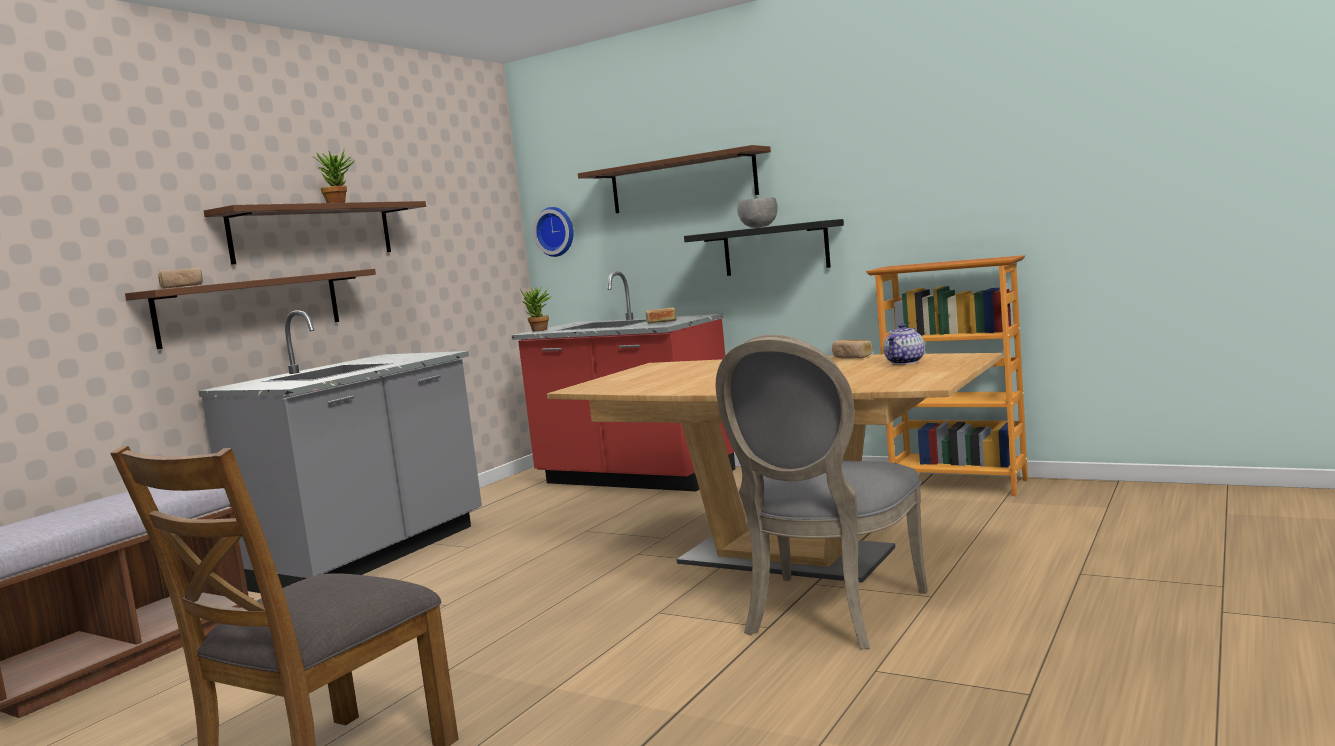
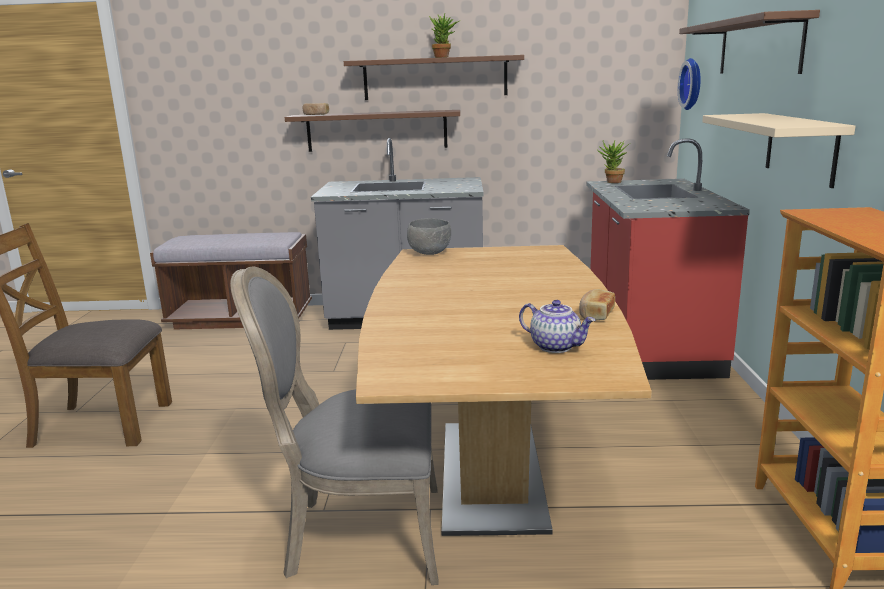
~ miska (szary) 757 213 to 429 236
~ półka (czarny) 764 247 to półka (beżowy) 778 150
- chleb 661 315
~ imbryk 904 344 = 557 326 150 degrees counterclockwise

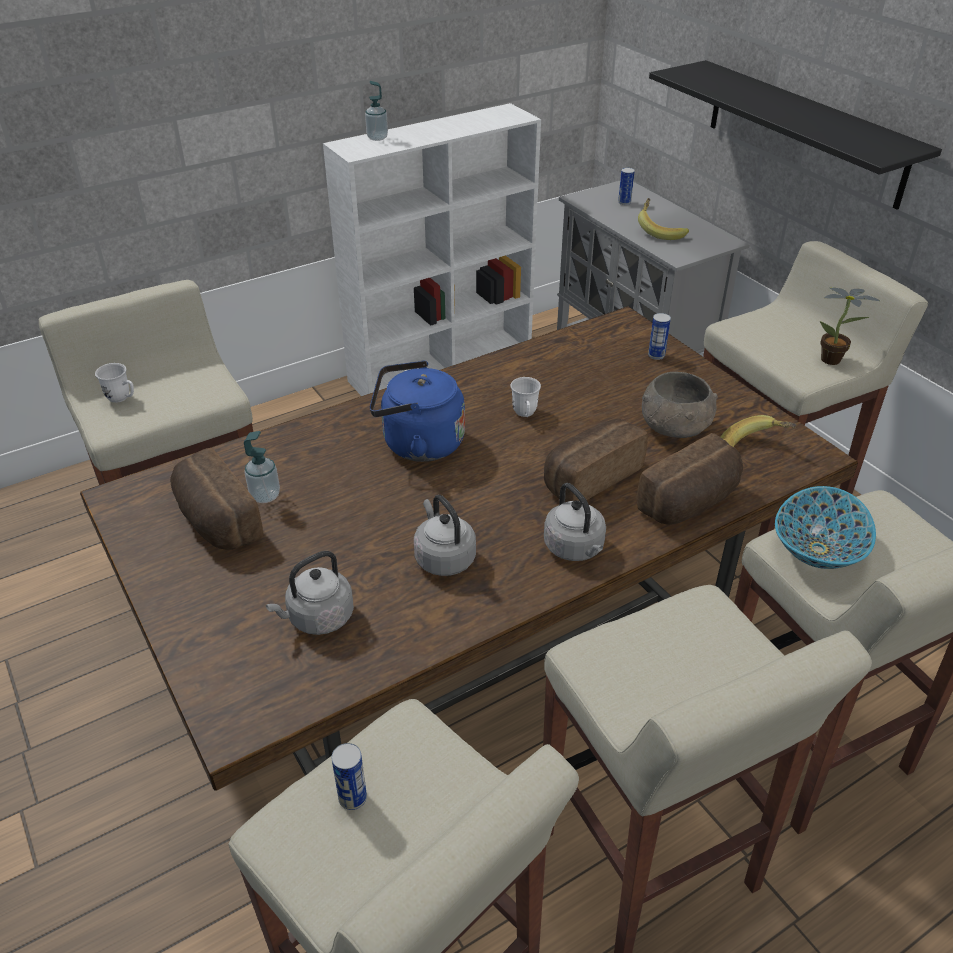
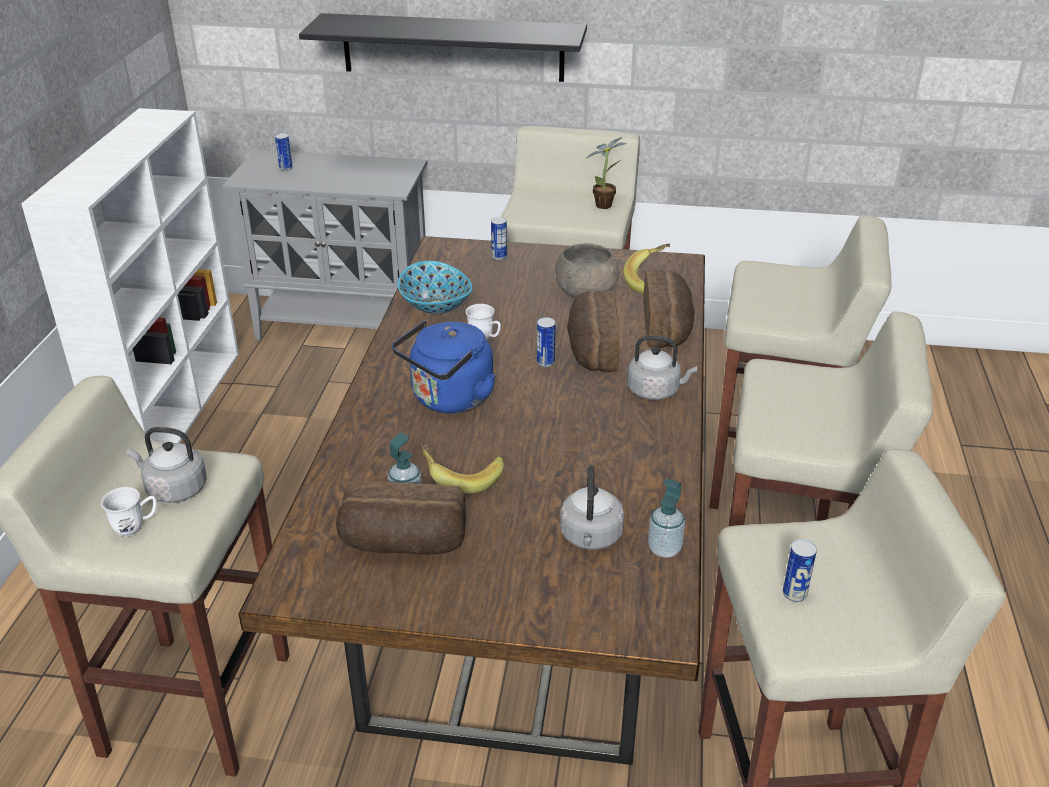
~ dozownik mydła 376 111 to 666 518
~ banan 663 219 to 462 467
~ miska 825 527 to 435 287
~ czajnik (szary) 445 535 to 167 465
+ puszka 546 342

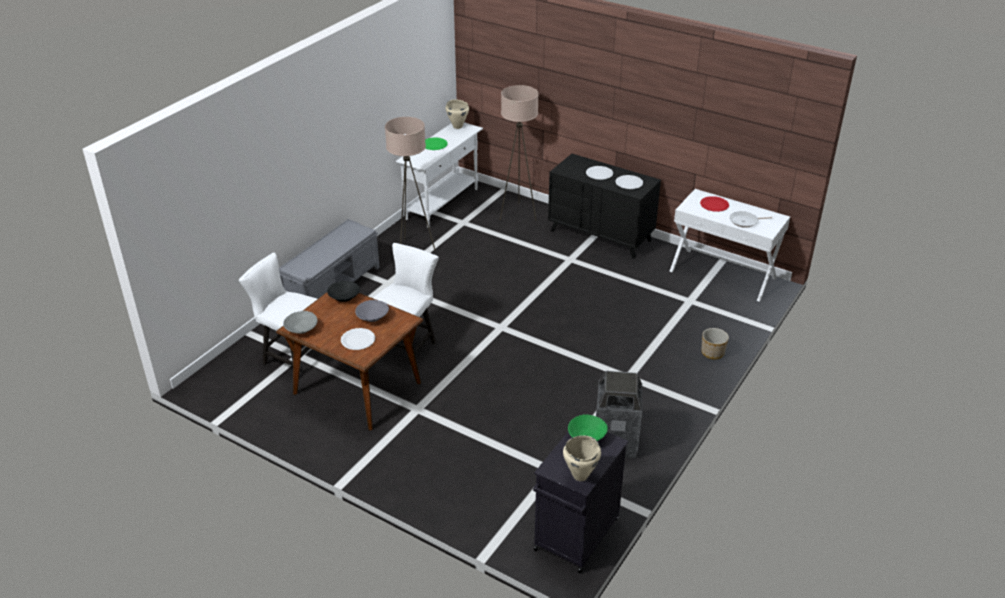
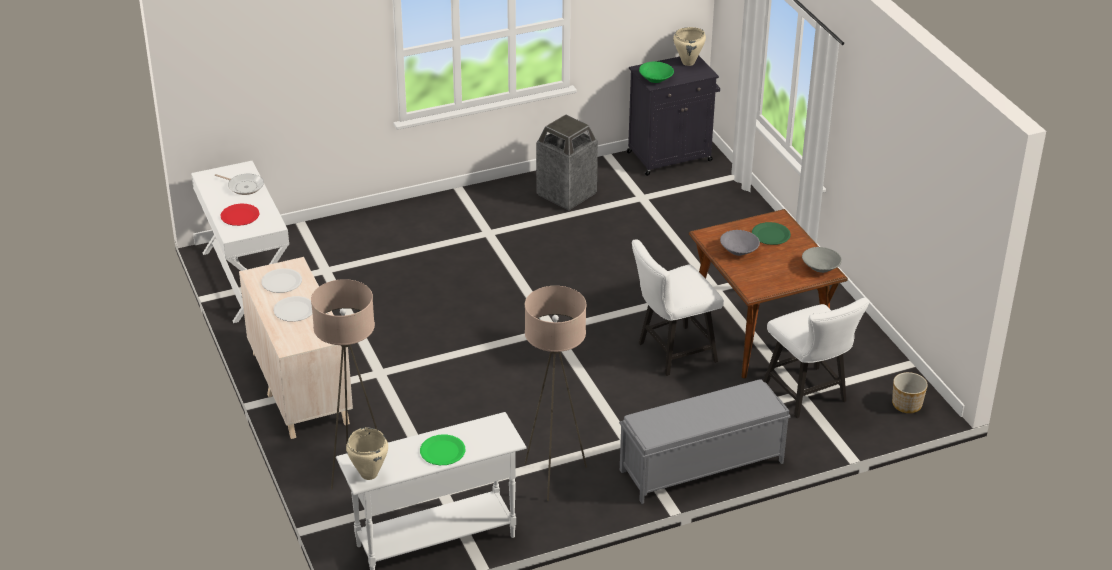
~ komoda (czarny) 604 206 to komoda (beżowy) 296 348
- miska (czarny) 343 291
~ talerz (biały) 358 339 to talerz (zielony) 771 233
~ donica 715 343 to 910 392

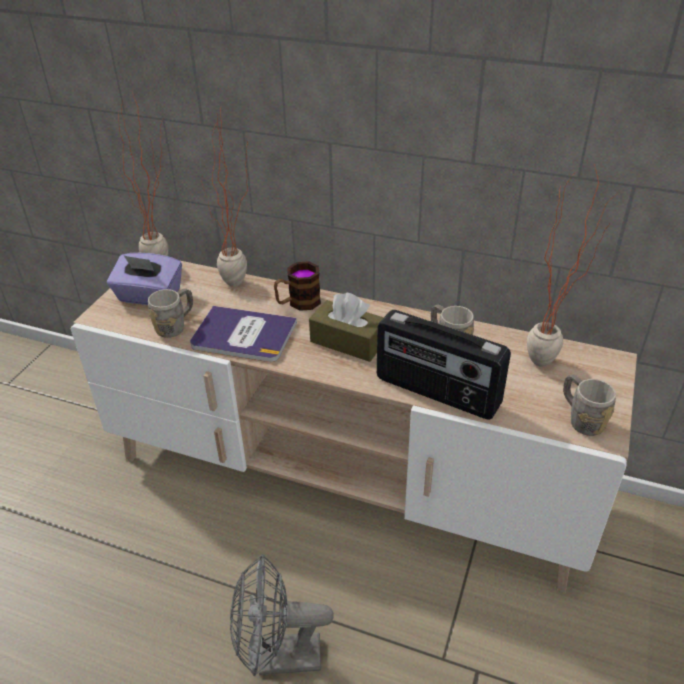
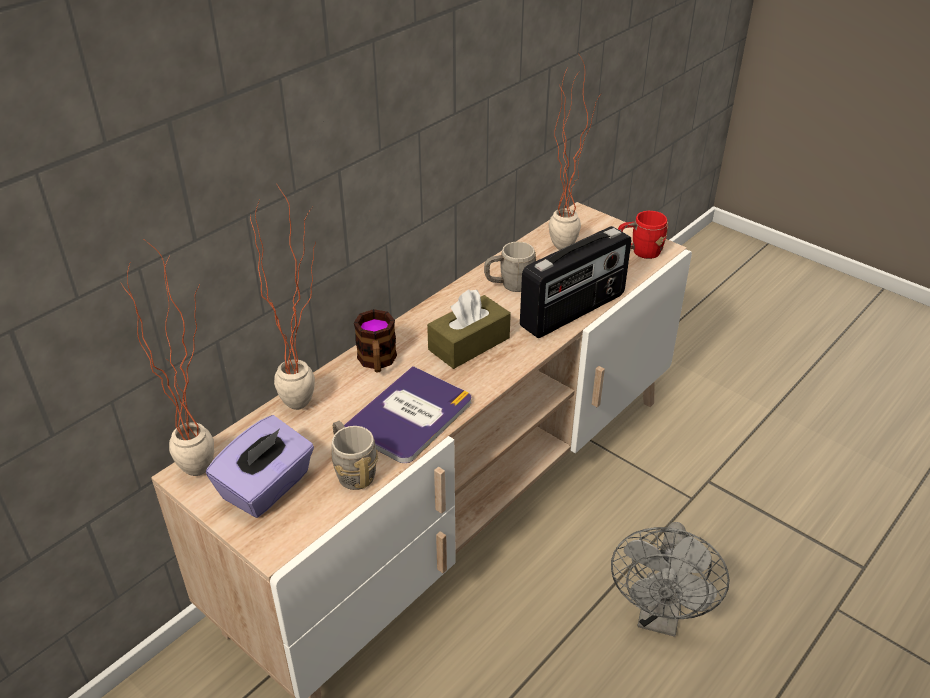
~ kubek (szary) 589 405 to kubek (czerwony) 643 235

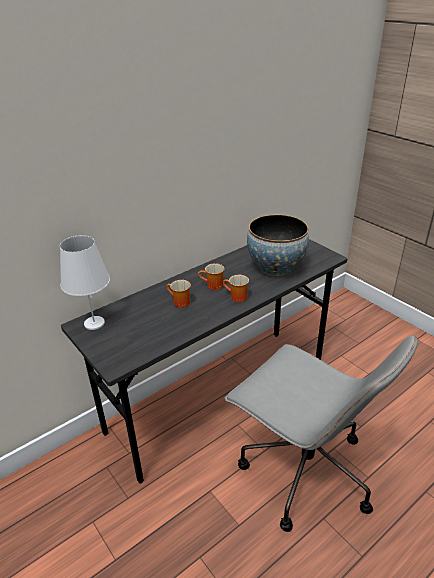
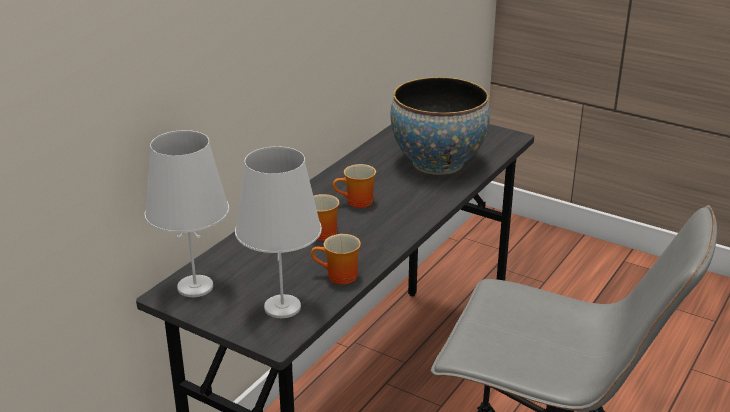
~ kubek 236 288 to 336 259
+ lampa stołowa (biały) 278 232

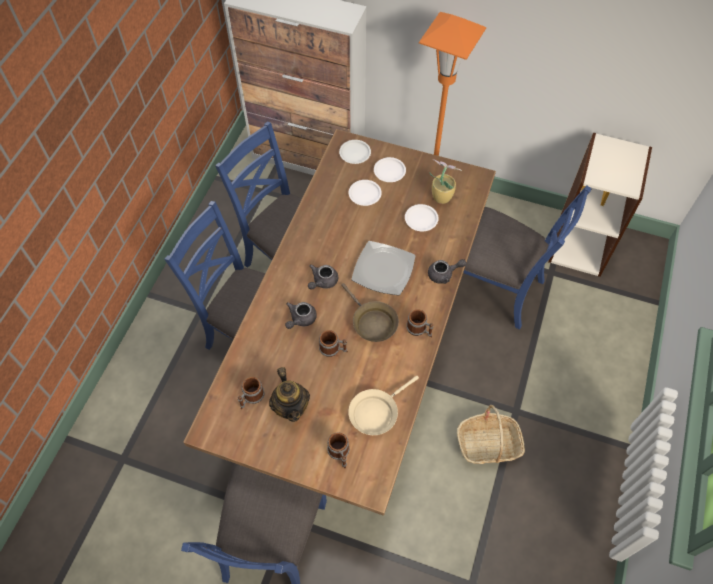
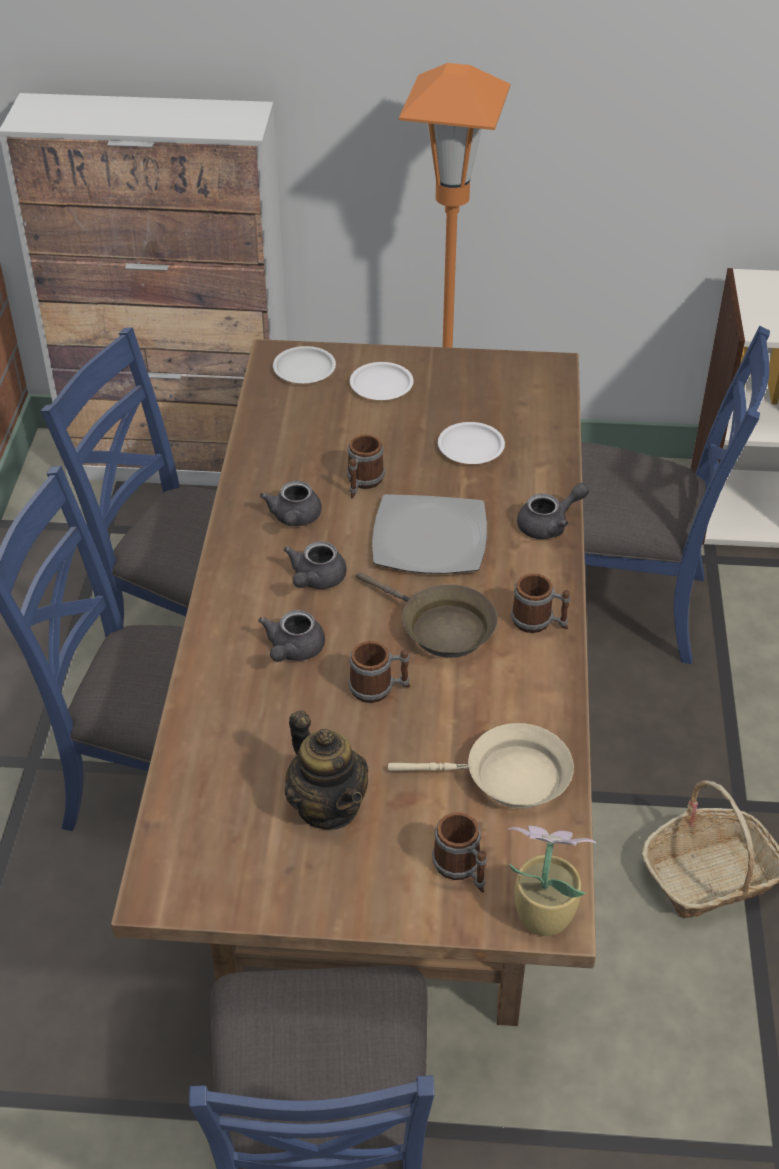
~ roślina doniczkowa 445 181 to 552 881
- talerz (biały) 365 193
~ patelnia (beżowy) 383 405 = 481 766 120 degrees counterclockwise
~ kubek 251 393 to 366 466
+ imbryk (szary) 290 503

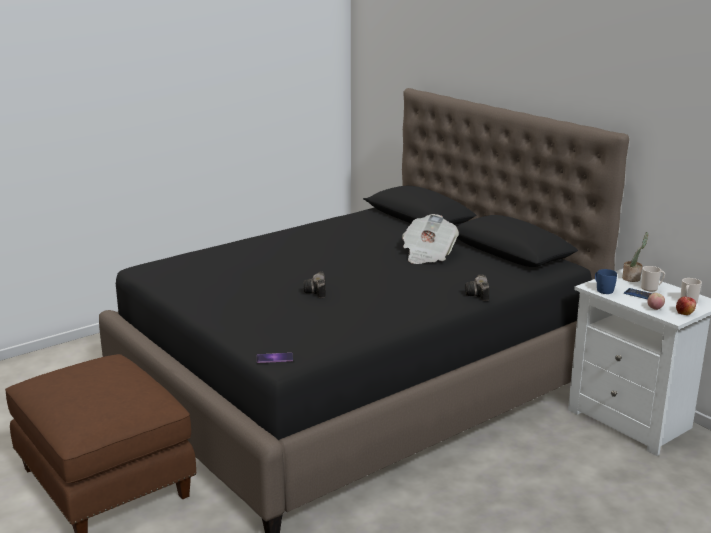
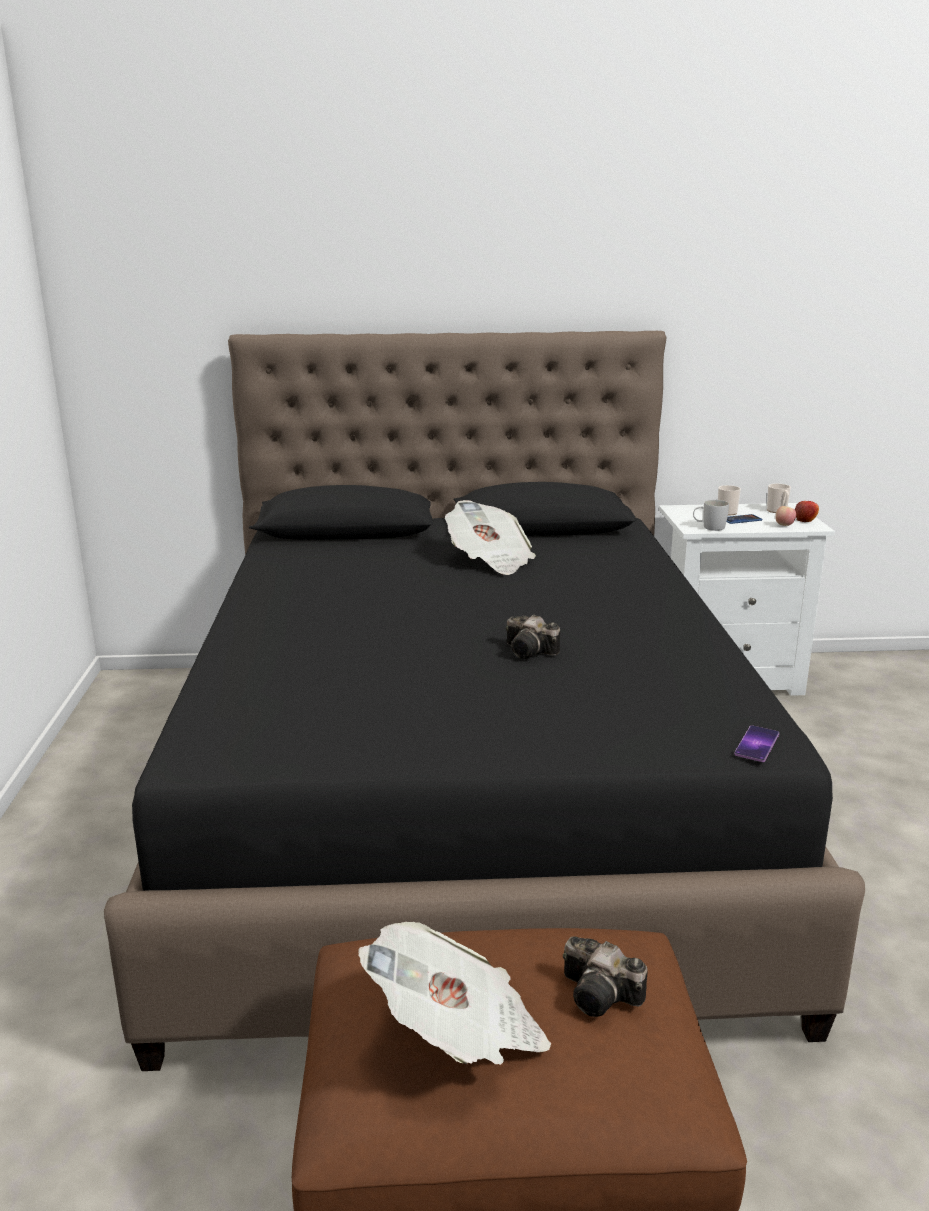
- roślina doniczkowa 635 257
~ kubek (niebieski) 606 281 to kubek (biały) 711 515
~ aparat fotograficzny 477 287 to 605 976
+ gazeta 454 993

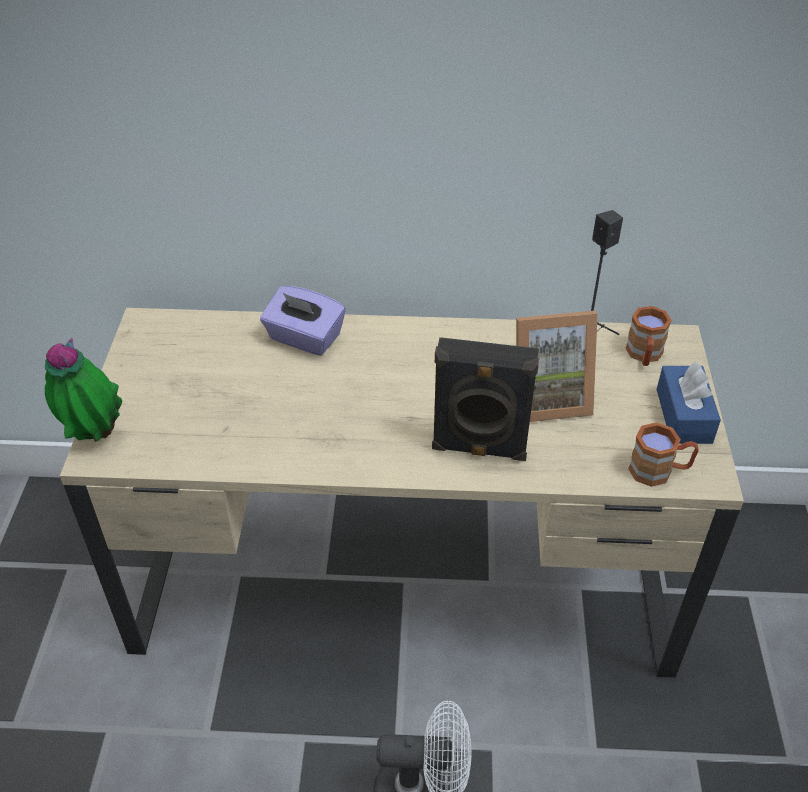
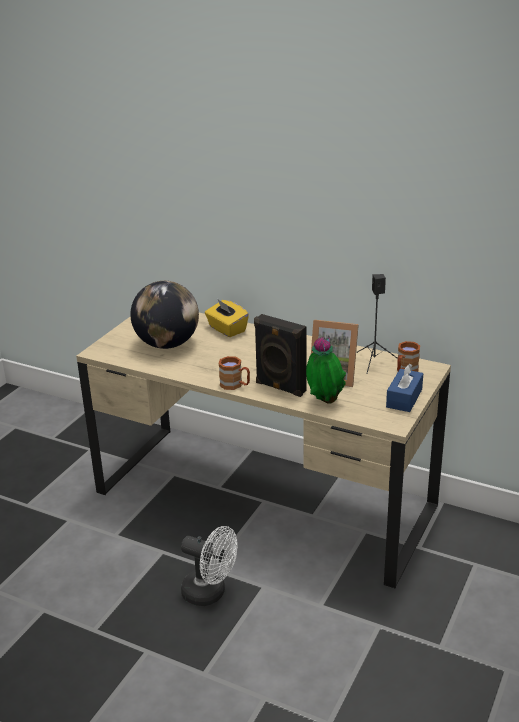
~ pudełko chusteczek (fioletowy) 303 321 to pudełko chusteczek (żółty) 227 318
~ roślina doniczkowa 83 390 to 326 370
~ kubek (brązowy) 663 454 to 234 373
+ globus 164 315

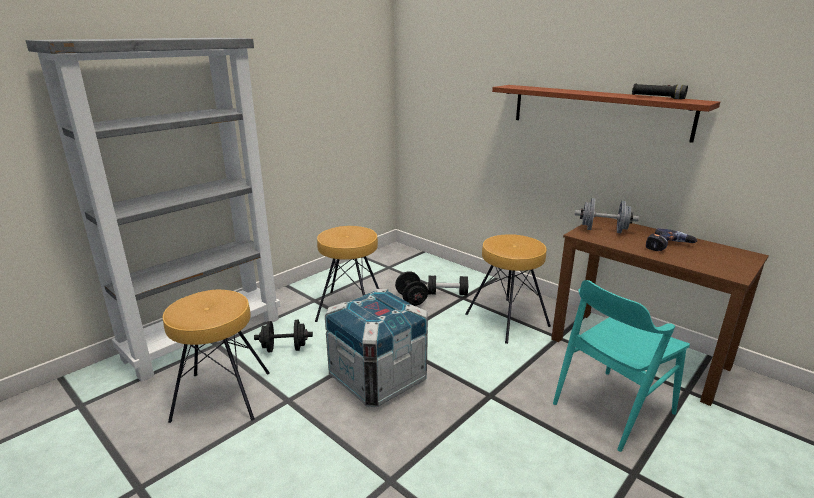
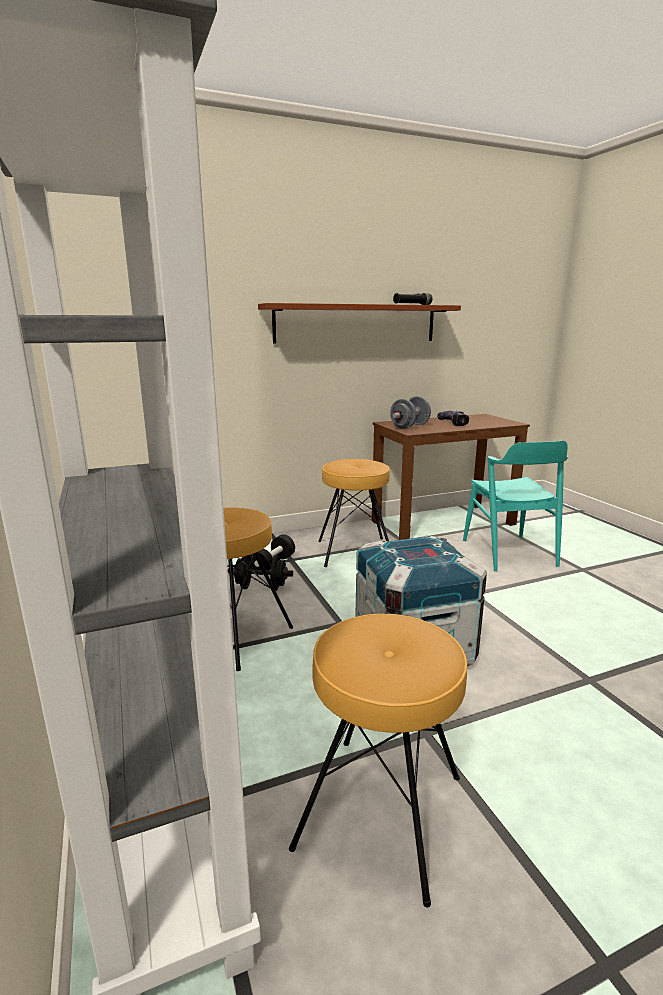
- hantel (czarny) 283 336

